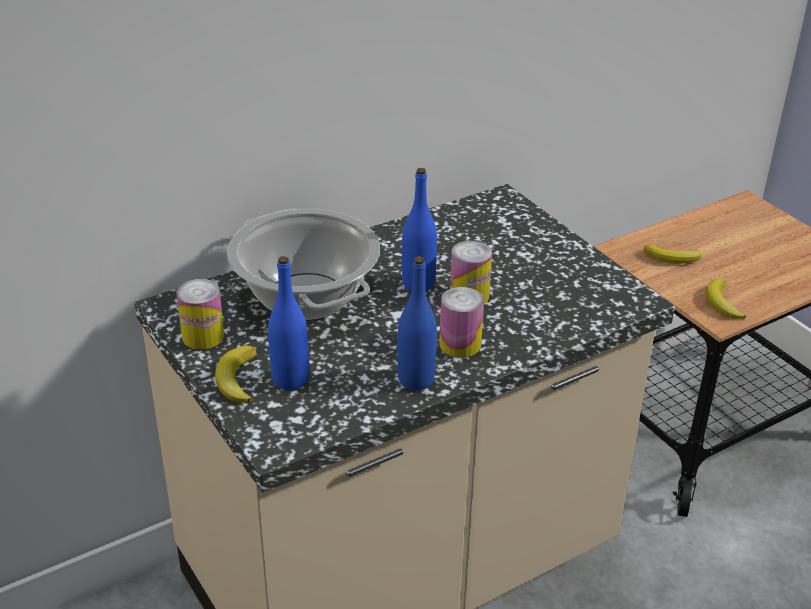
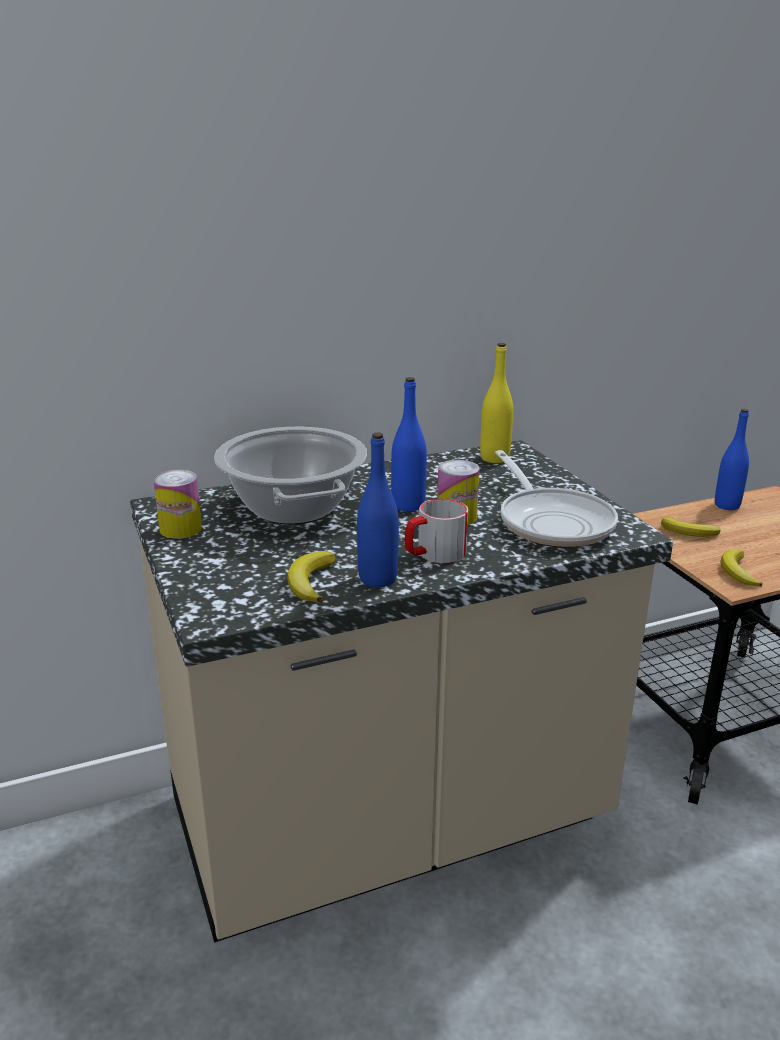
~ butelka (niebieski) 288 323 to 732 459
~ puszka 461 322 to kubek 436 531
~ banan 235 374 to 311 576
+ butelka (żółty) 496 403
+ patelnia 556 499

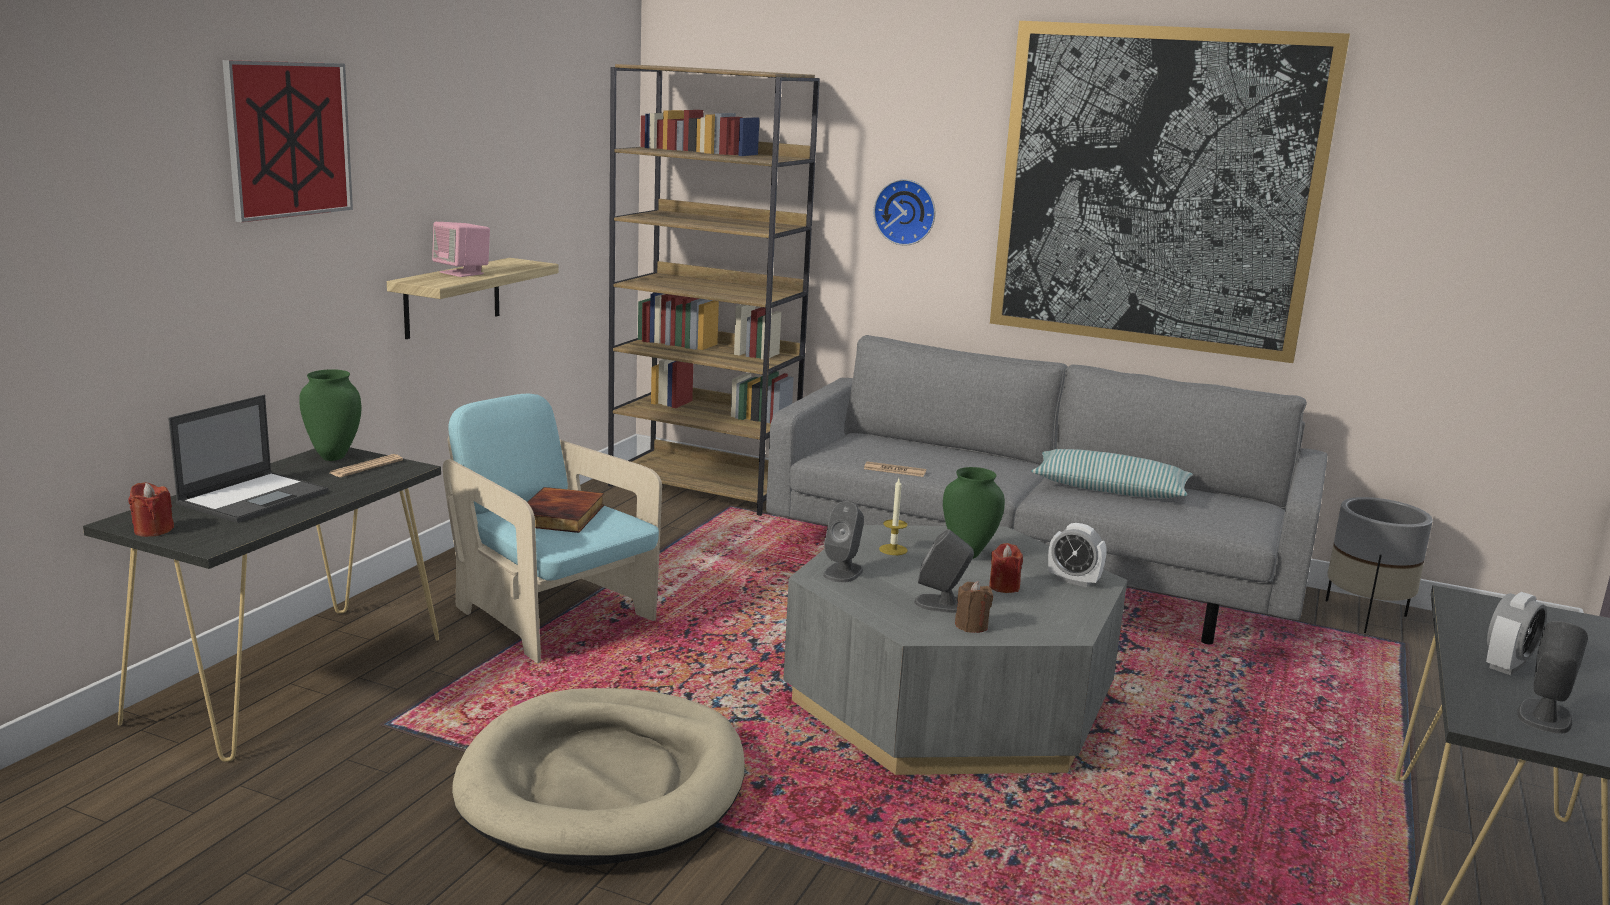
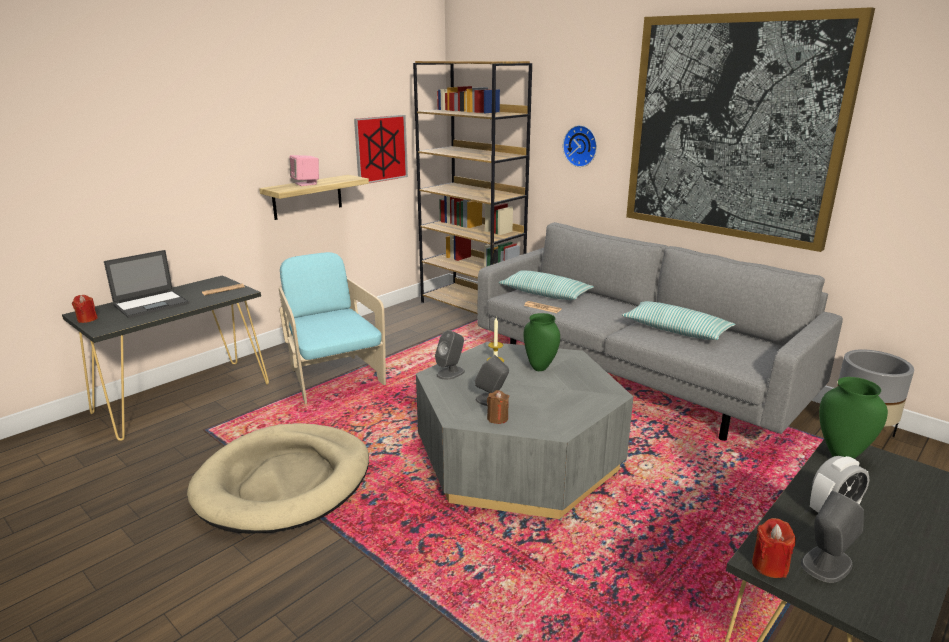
~ obraz 287 141 to 381 149
~ wazon (zielony) 330 415 to 853 418
- książka 565 510
- budzik 1077 555
~ świeca (czerwony) 1006 568 to 774 548
+ poduszka 546 285

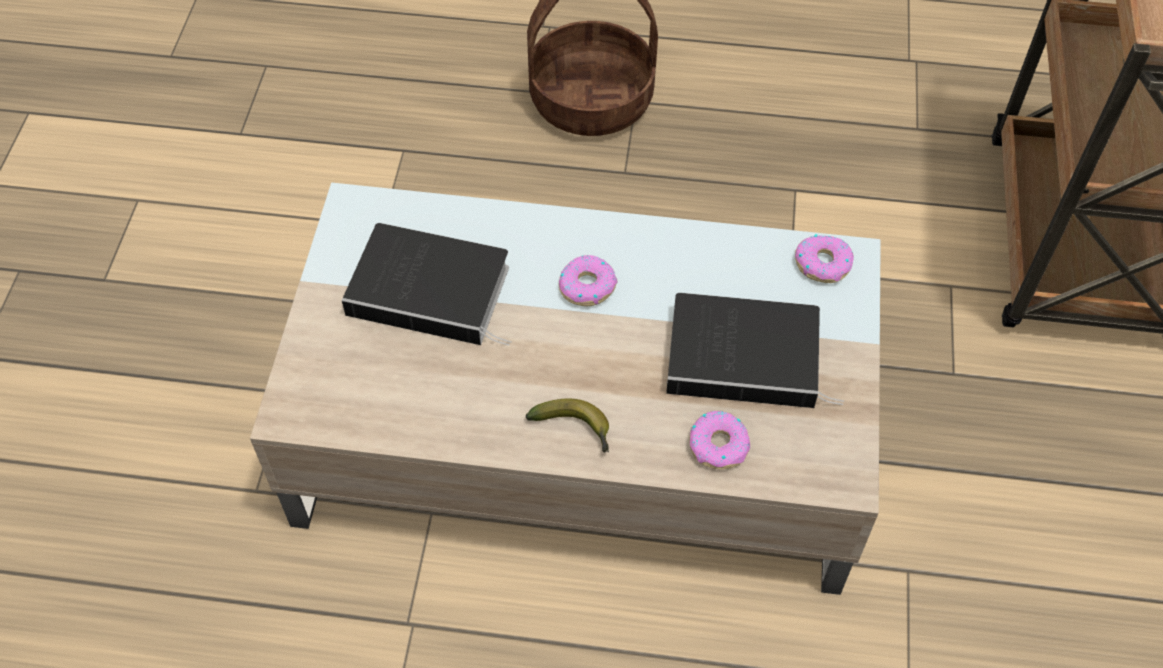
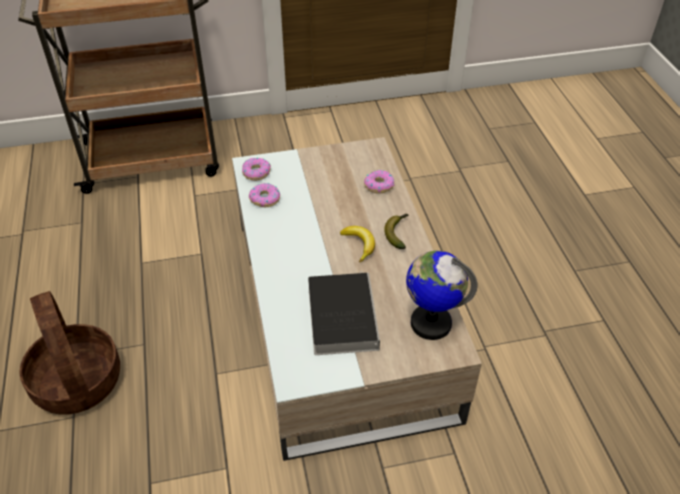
~ donut 588 280 to 264 195
- książka 755 350
+ banan 357 244
+ globus 442 295

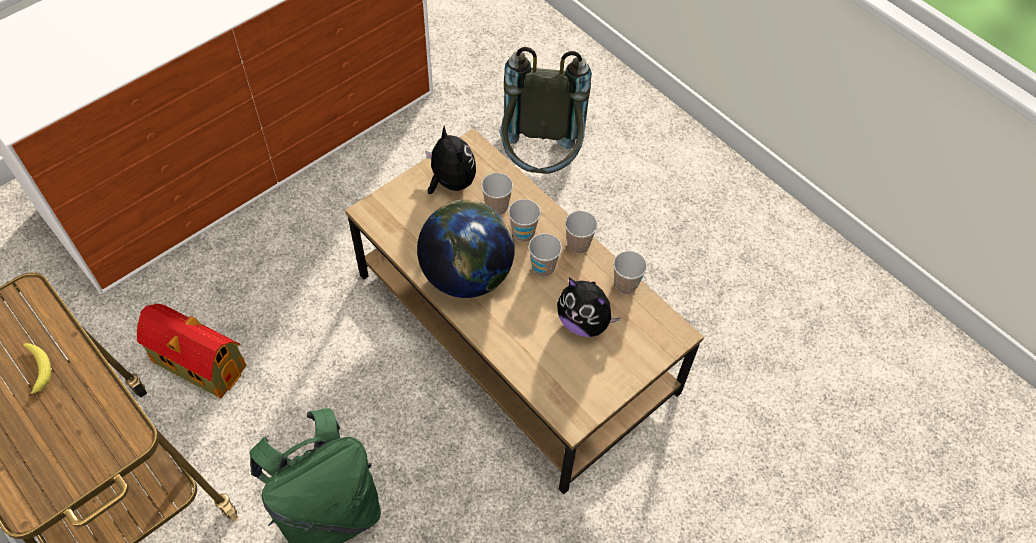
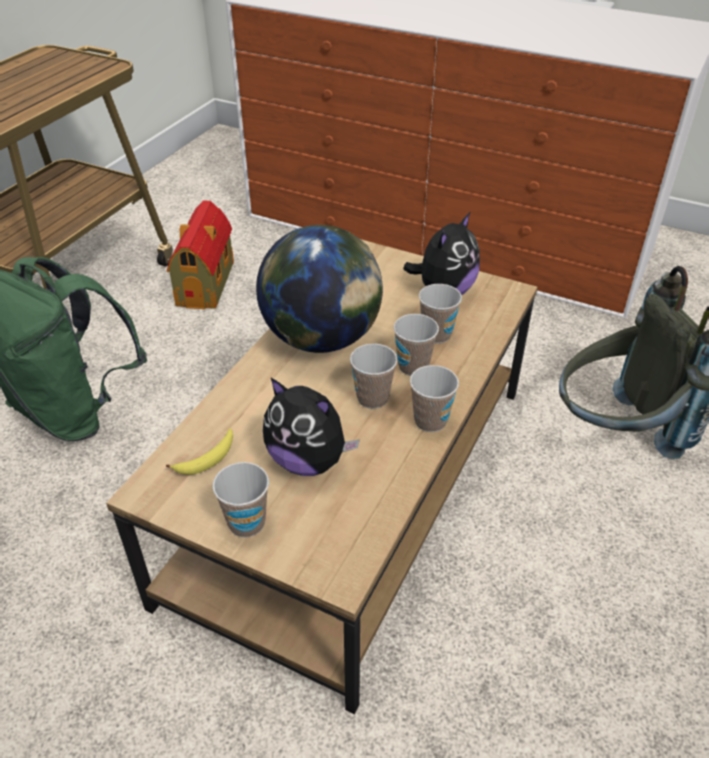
~ filiżanka 630 273 to 241 499
~ pluszak 589 307 = 311 427 75 degrees counterclockwise
~ banan 37 370 to 199 451

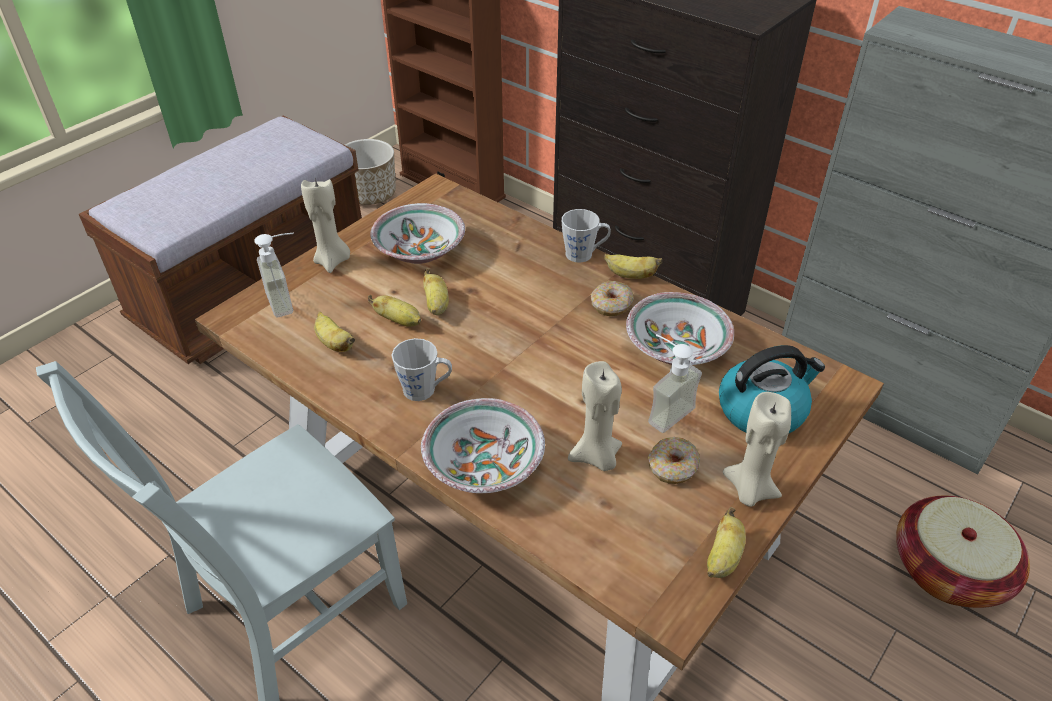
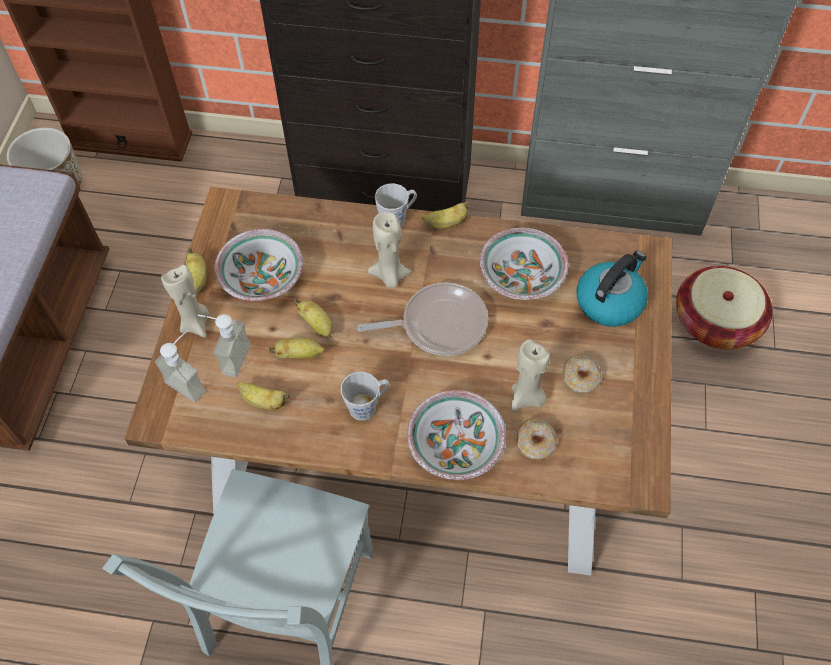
~ donut 612 298 to 536 439
~ dozownik mydła 675 383 to 224 345
~ świeca (beżowy) 757 449 to 389 250
~ banan 726 542 to 196 270
+ patelnia 422 319

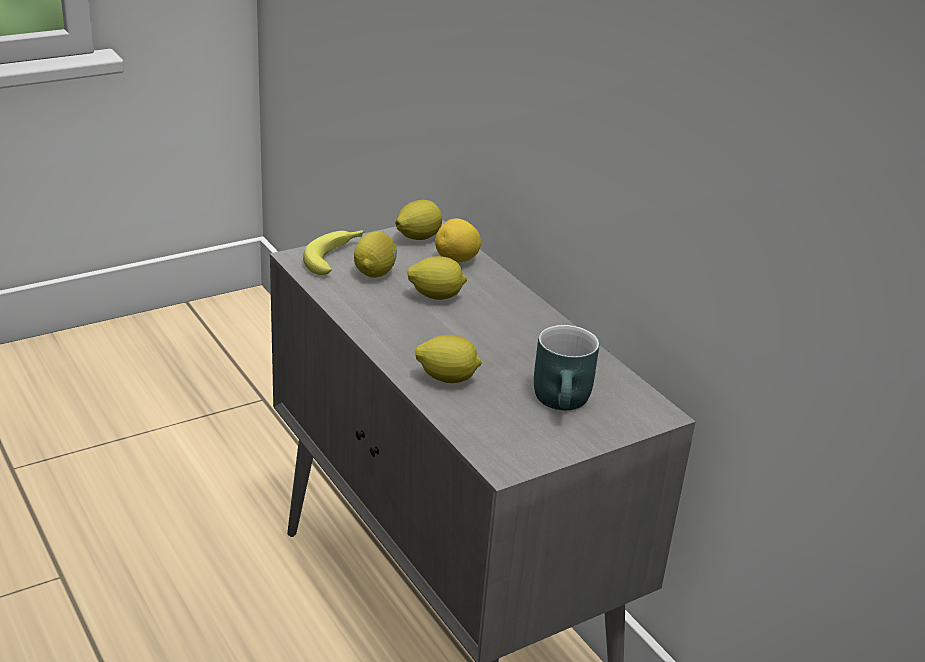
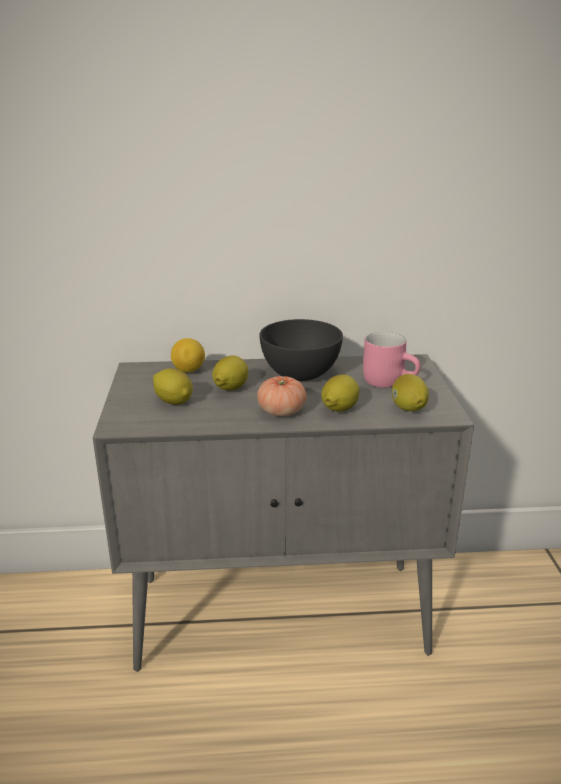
~ cytryna 418 220 to 410 392
- banan 333 252
~ kubek (turkusowy) 566 367 to kubek (różowy) 391 360
+ miska (szary) 301 350
+ pomidor 281 396

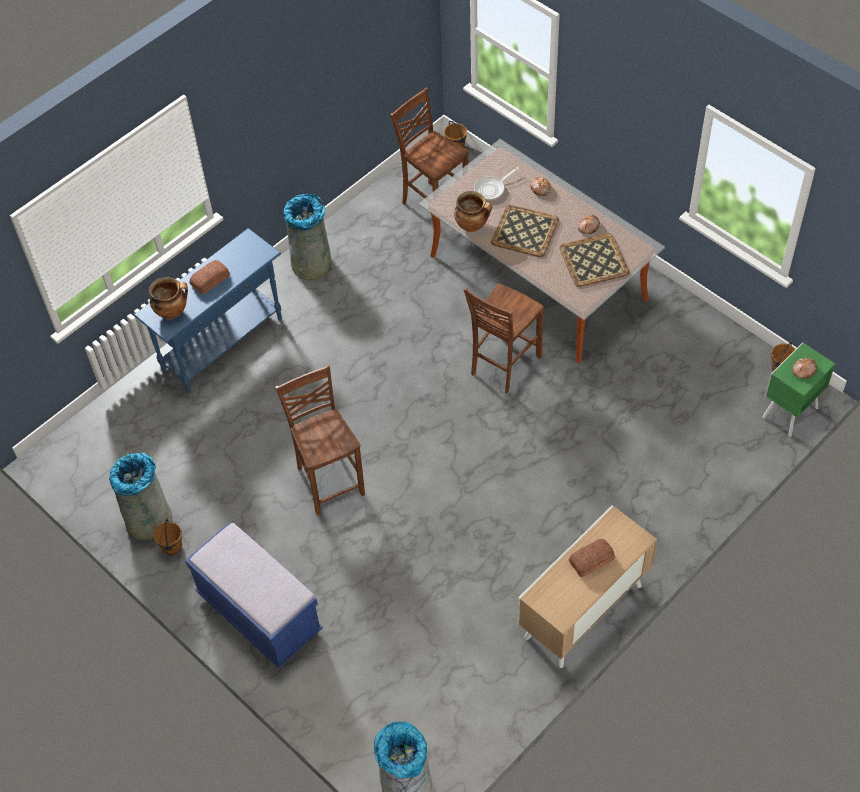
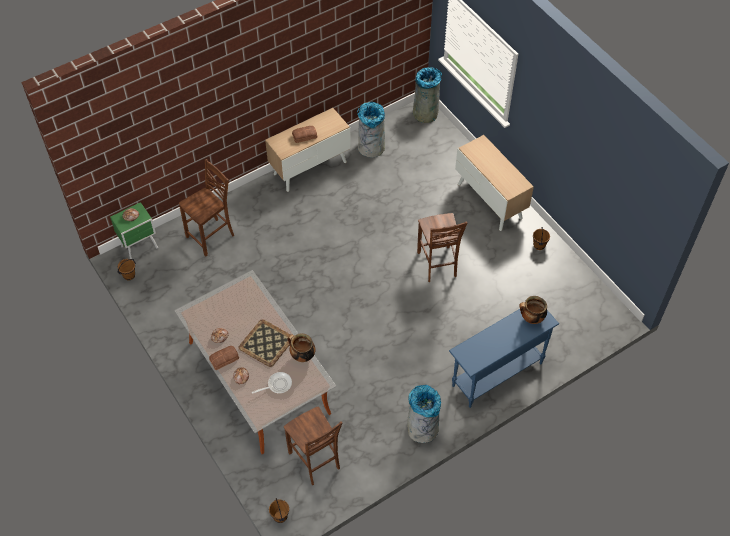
- taca 594 260
~ chleb 210 277 to 224 358
~ krzesło (brązowy) 503 338 to 206 208
~ kosz na śmieci (szary) 140 496 to 371 130
~ ławka (niebieski) 254 595 to szafka 494 183

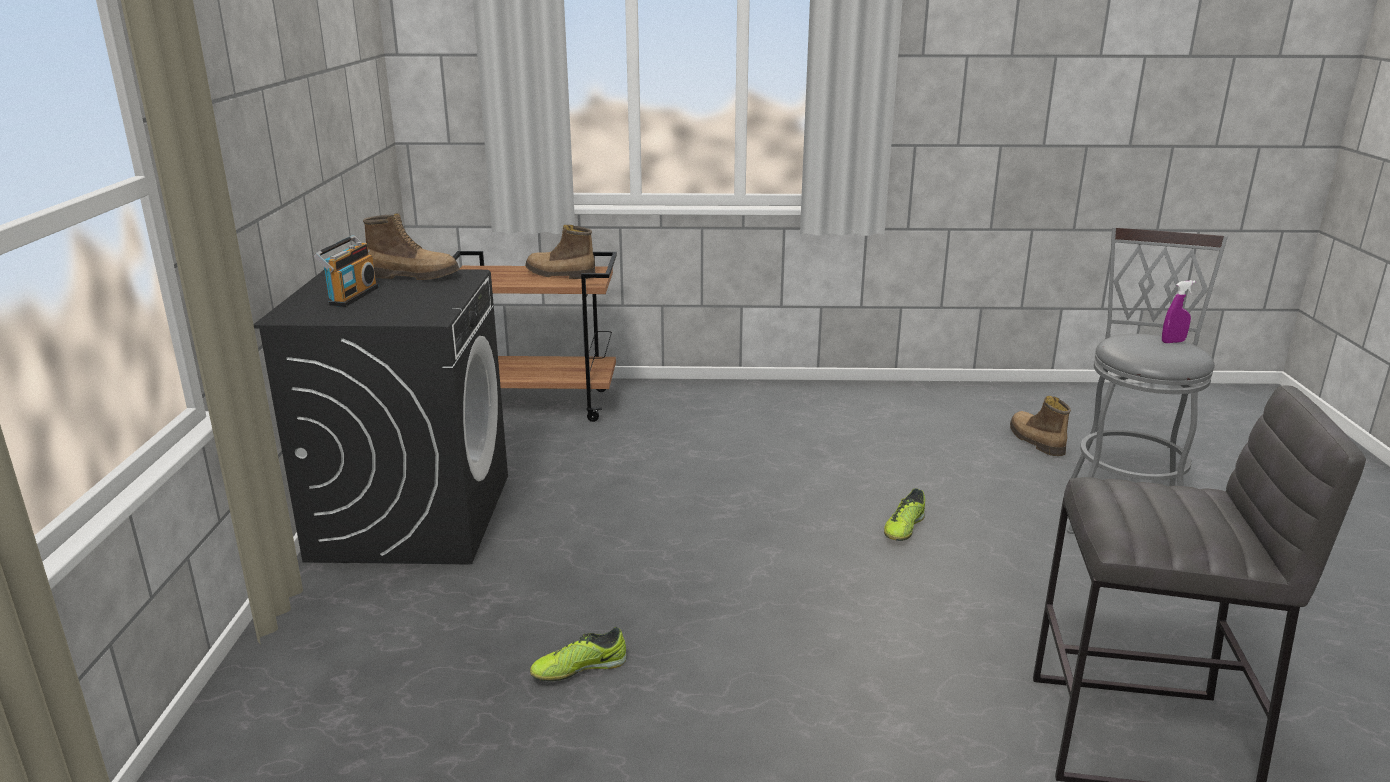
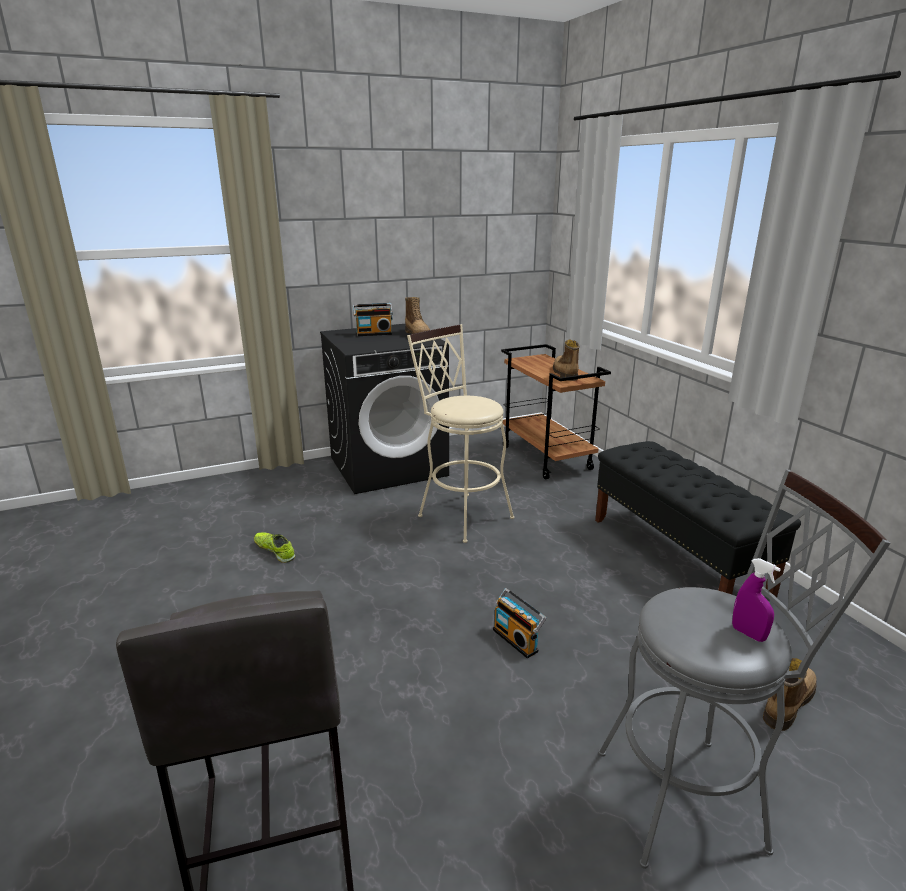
~ but 904 514 to radio 519 623
+ stołek (beżowy) 460 433
+ ławka (czarny) 698 519

